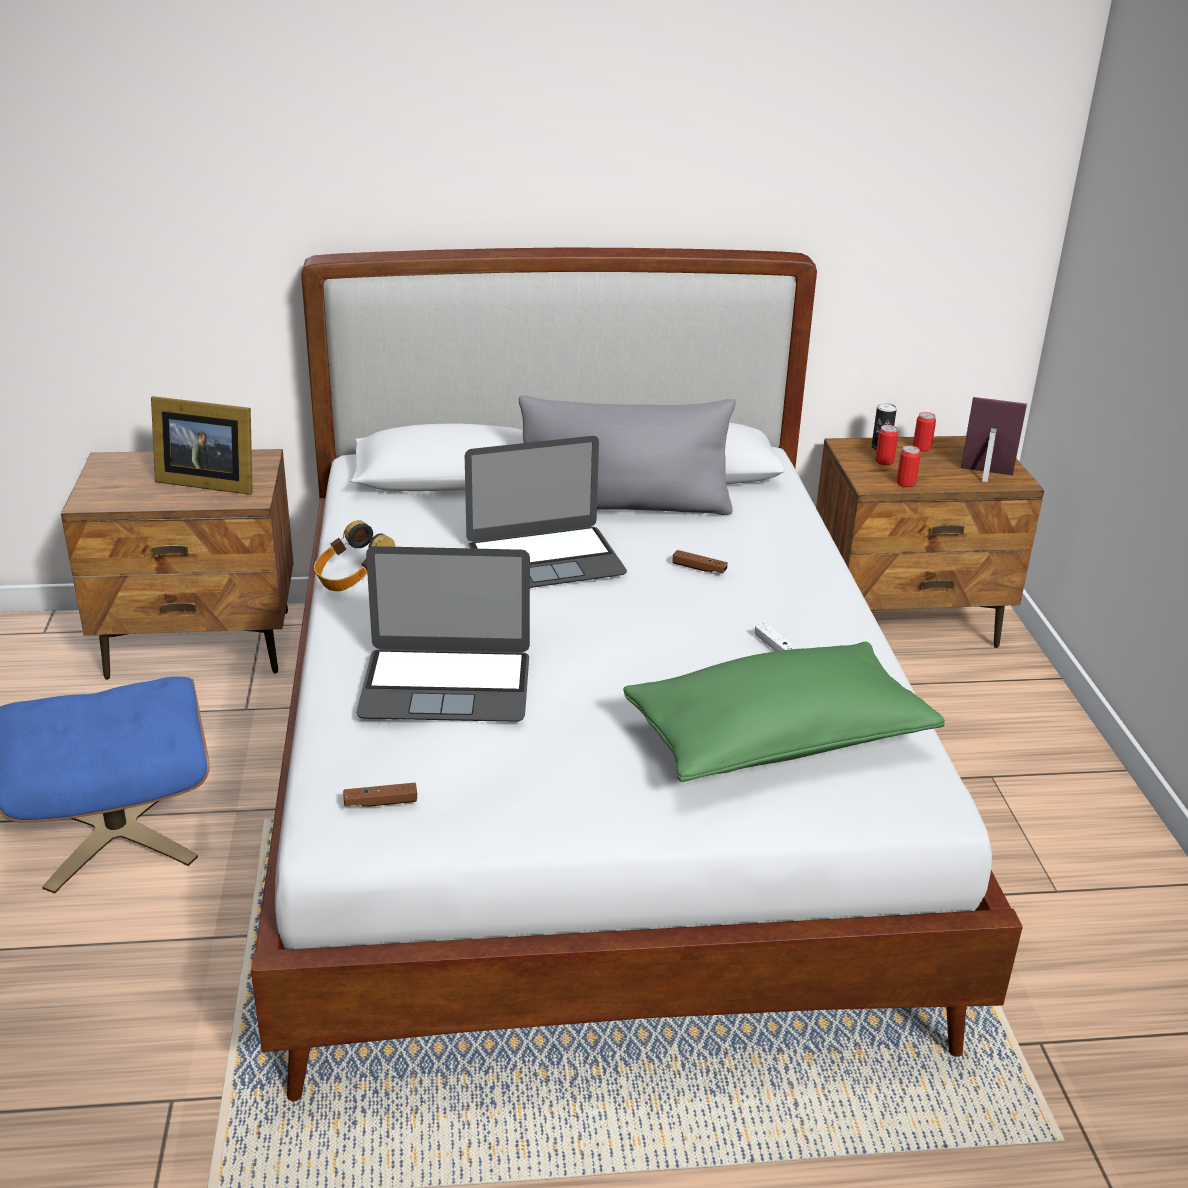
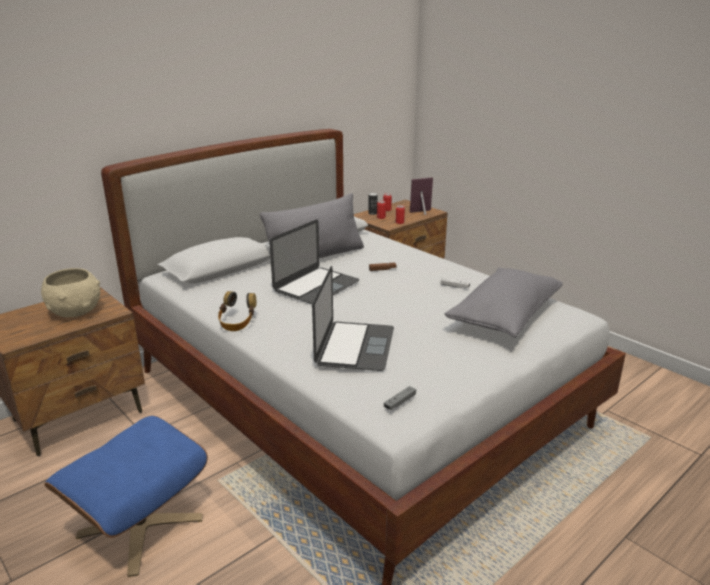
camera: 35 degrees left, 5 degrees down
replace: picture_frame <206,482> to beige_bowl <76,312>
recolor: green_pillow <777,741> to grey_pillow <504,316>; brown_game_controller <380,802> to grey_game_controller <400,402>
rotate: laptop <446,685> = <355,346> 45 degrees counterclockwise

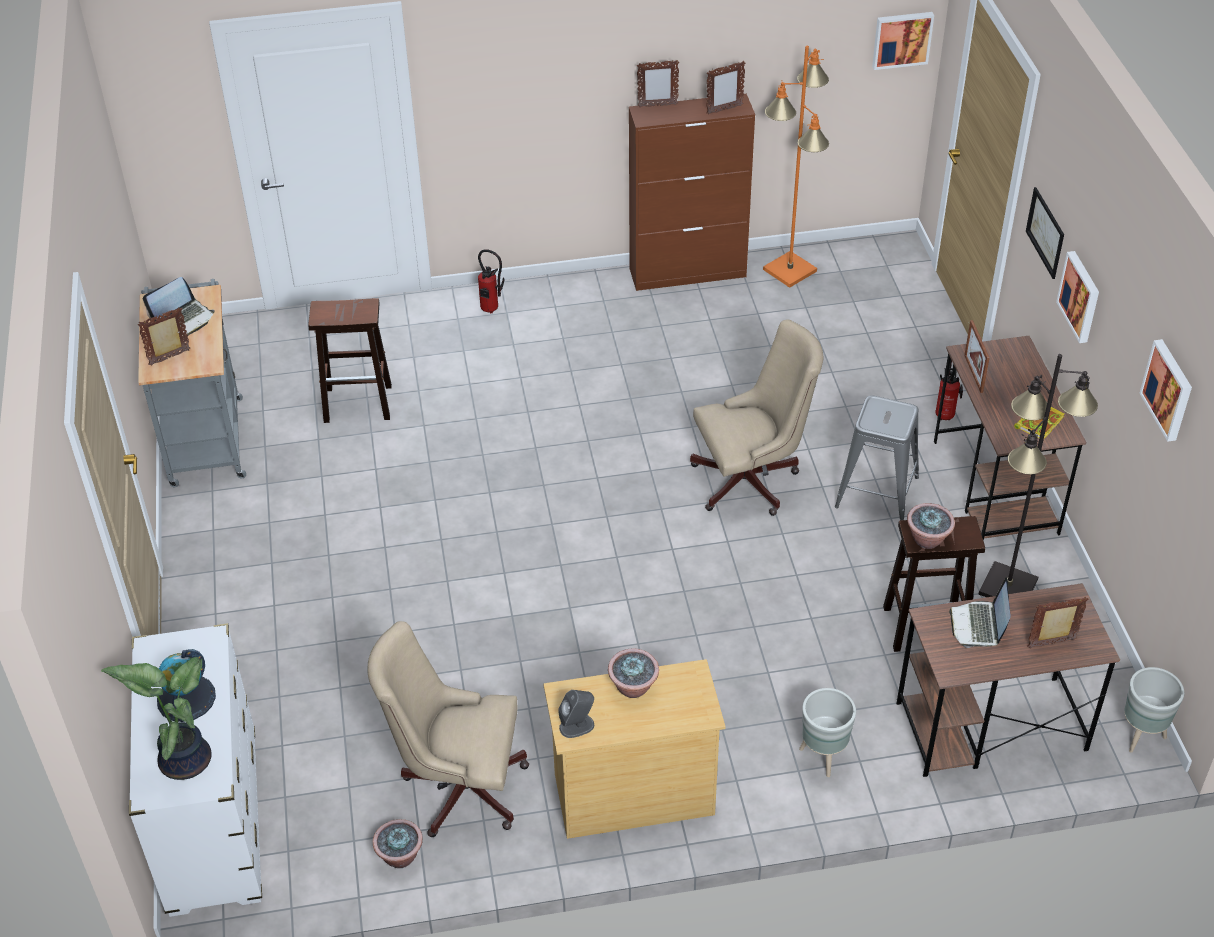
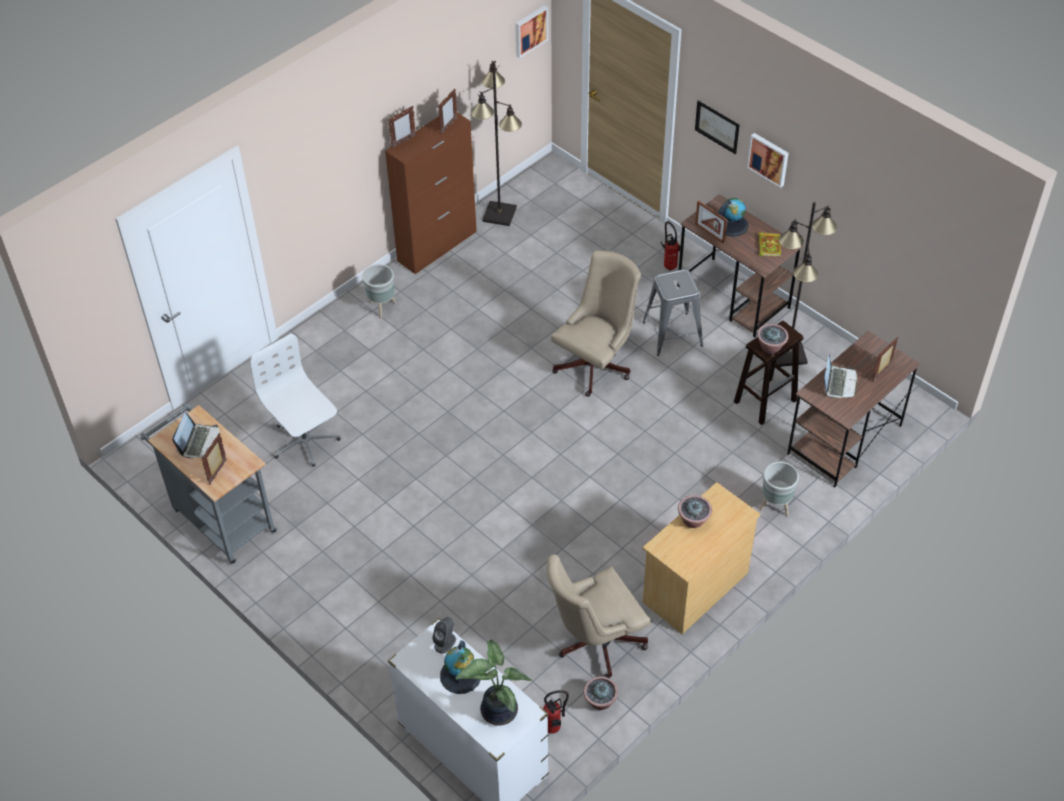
camera: 35 degrees left, 5 degrees up
delete: picture <1169,389>
insert: globe <732,225>
move: fire_extinguisher <491,311> to <555,728>; grey_planter <1141,735> to <382,307>; grey_speaker <577,726> to <445,642>
replace: brown_stool <359,403> to white_office_chair <304,441>
recolor: orange_floor_lamp <790,270> to black_floor_lamp <500,214>
rotate: laptop <978,626> = <838,383> 135 degrees counterclockwise

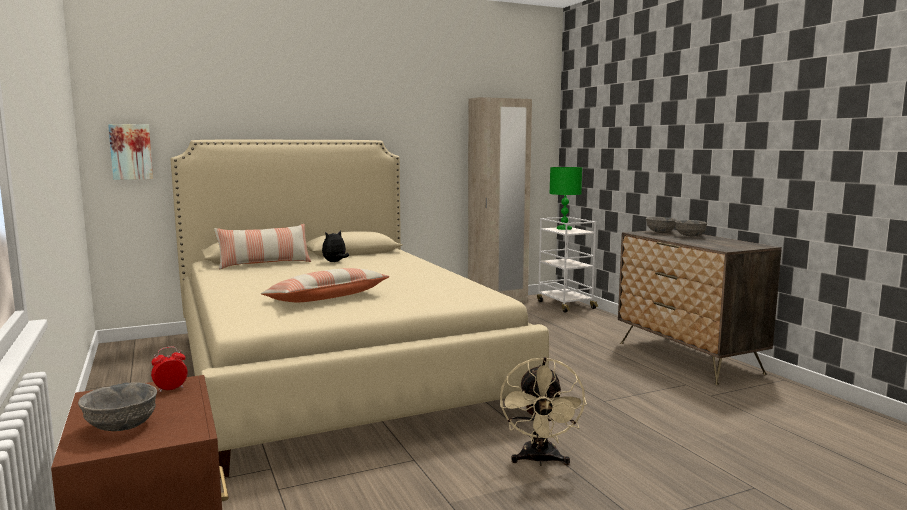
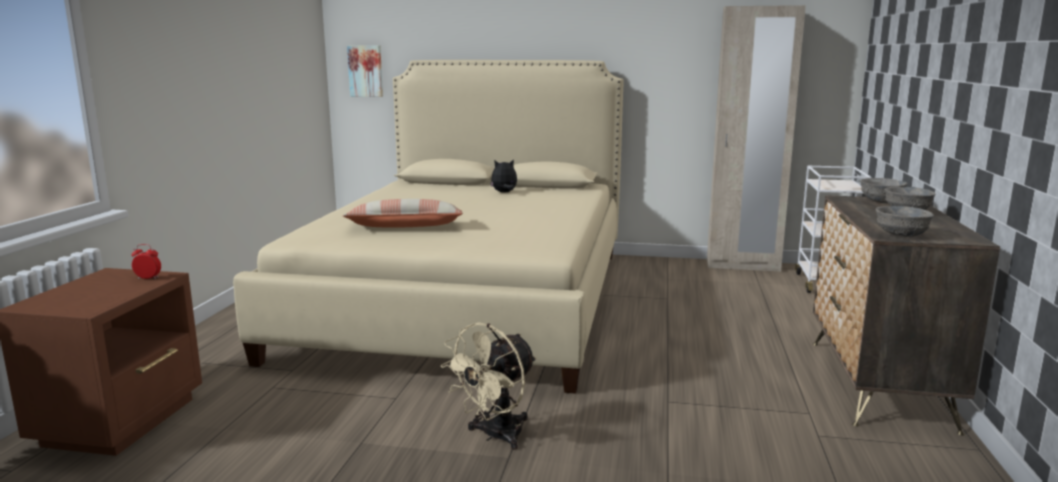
camera: 35 degrees right, 5 degrees up
delete: green_table_lamp <564,228>; pillow <264,264>
move: grey_bowl <121,426> to <900,235>

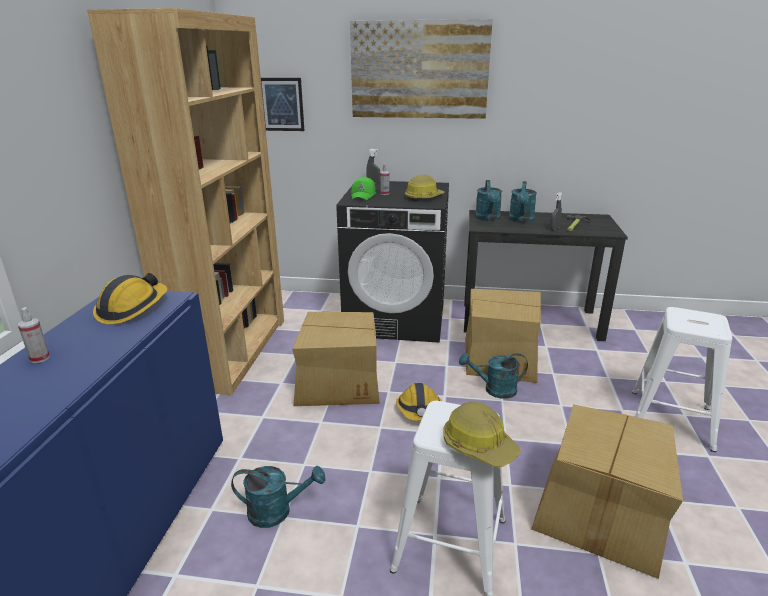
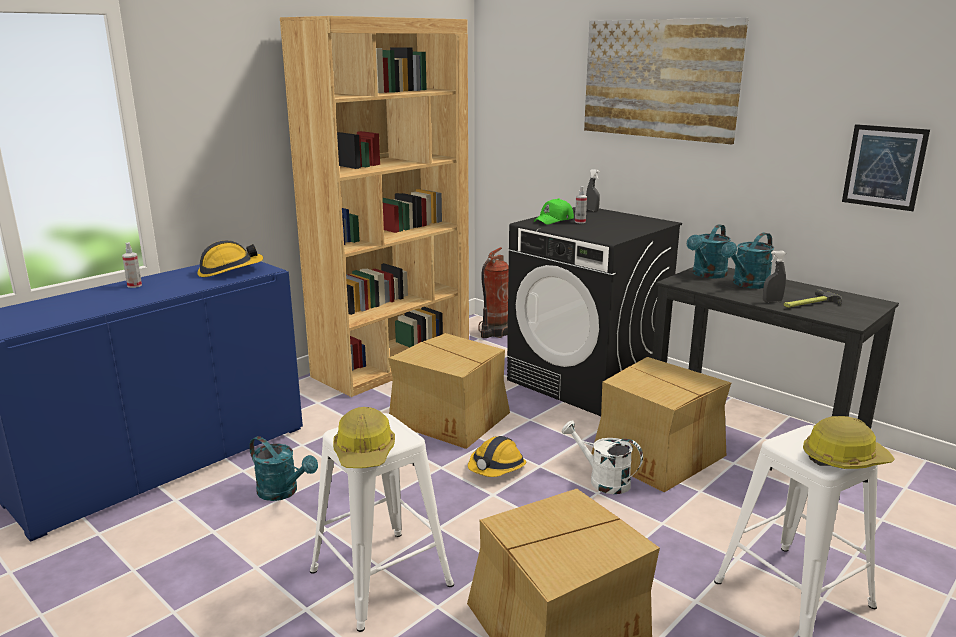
camera: 35 degrees right, 5 degrees down
insert: fire_extinguisher <494,332>
move: picture <281,104> to <884,167>; hard_hat <423,197> to <844,459>
recolor: turquoise_watering_can <494,390> to white_watering_can <602,480>

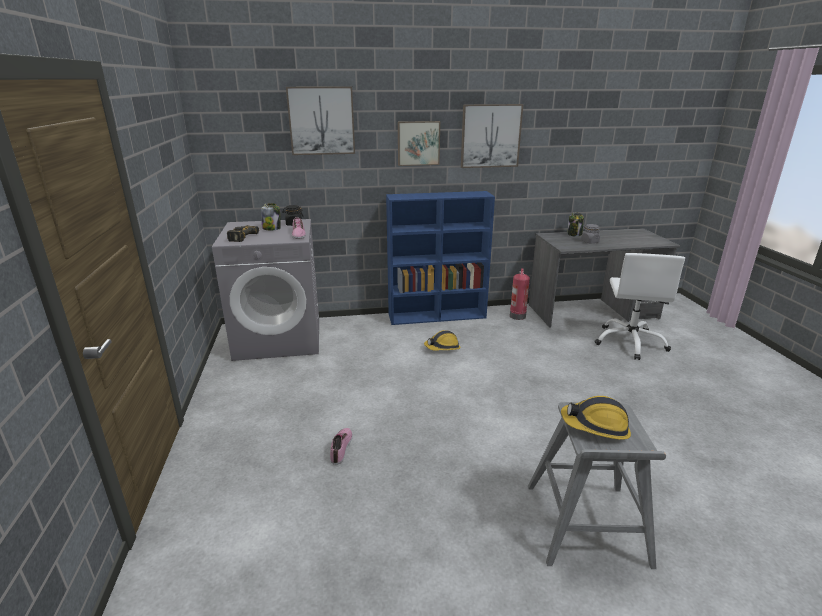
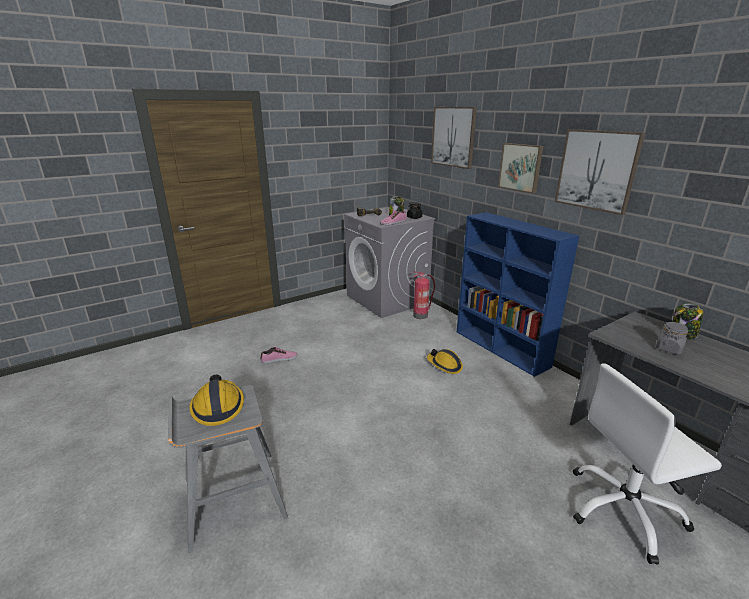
camera: 65 degrees right, 0 degrees up
move: fire_extinguisher <517,316> to <421,315>

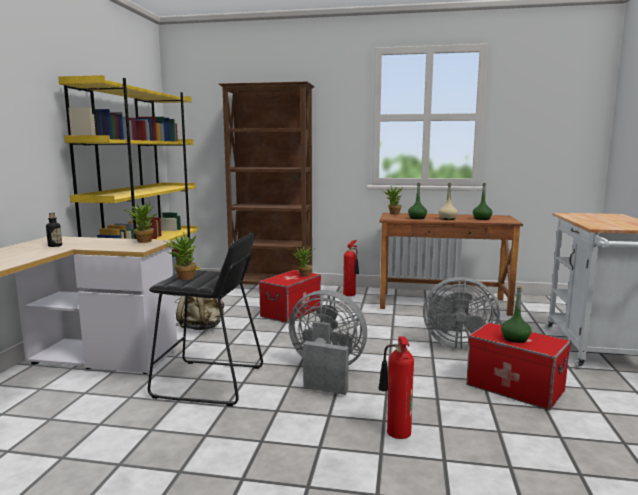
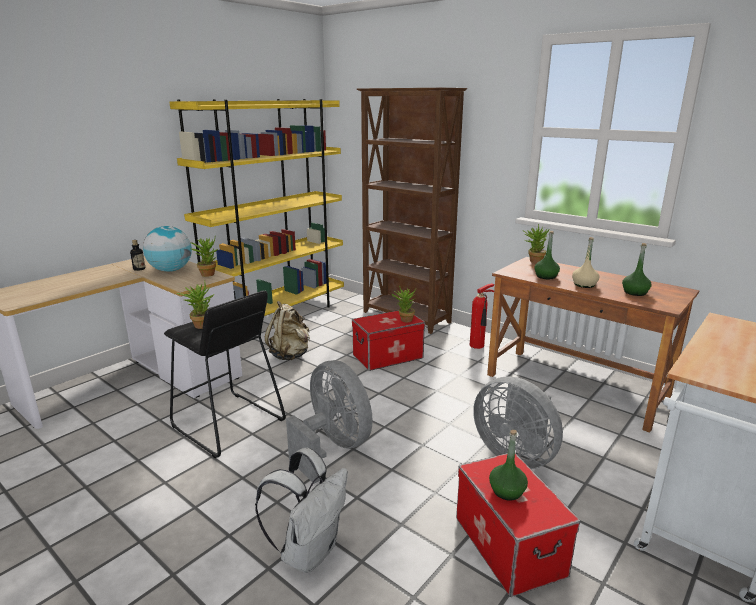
camera: 30 degrees right, 10 degrees up
insert: globe <170,270>
replace: fire_extinguisher <396,433> to white_backpack <309,551>

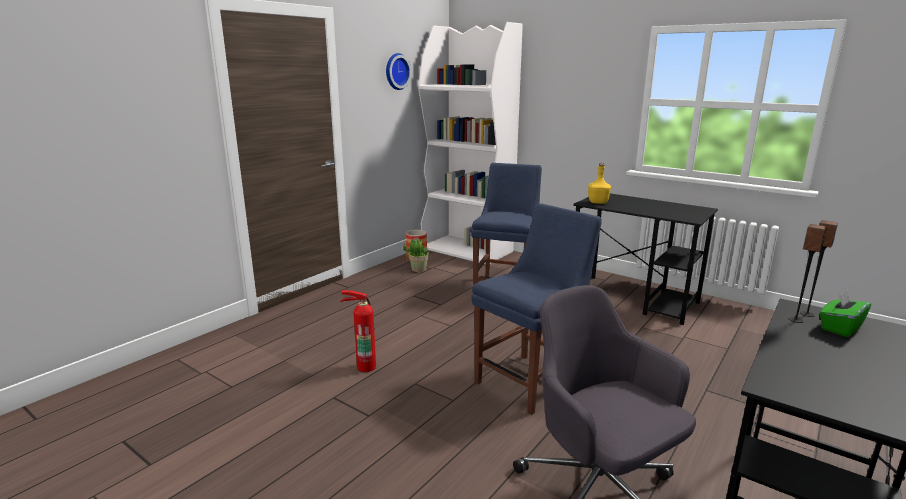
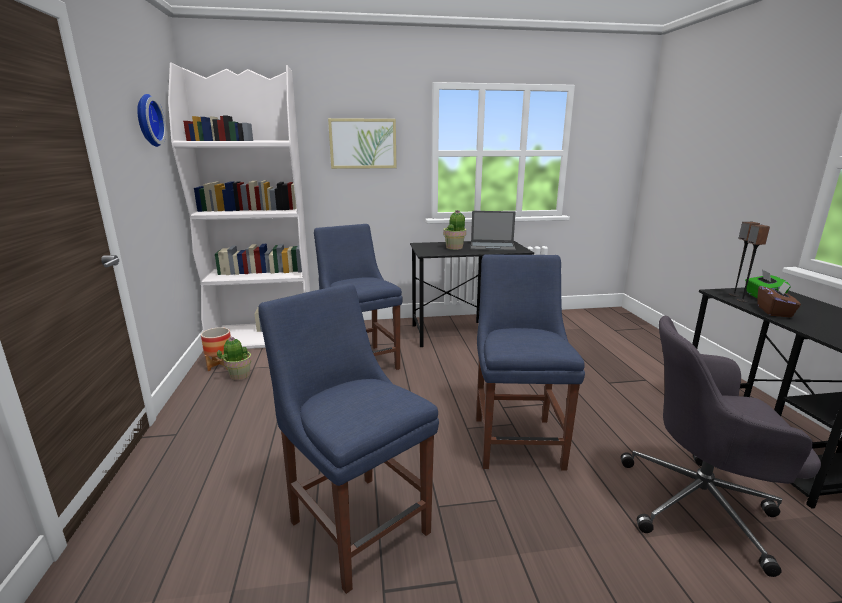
camera: 45 degrees left, 0 degrees up
delete: yellow_bottle <597,202>
insert: picture <363,143>; potted_plant <454,247>; laptop <493,247>; brown_tissue_box <774,312>
replace: fire_extinguisher <365,366> to blue_chair <356,522>

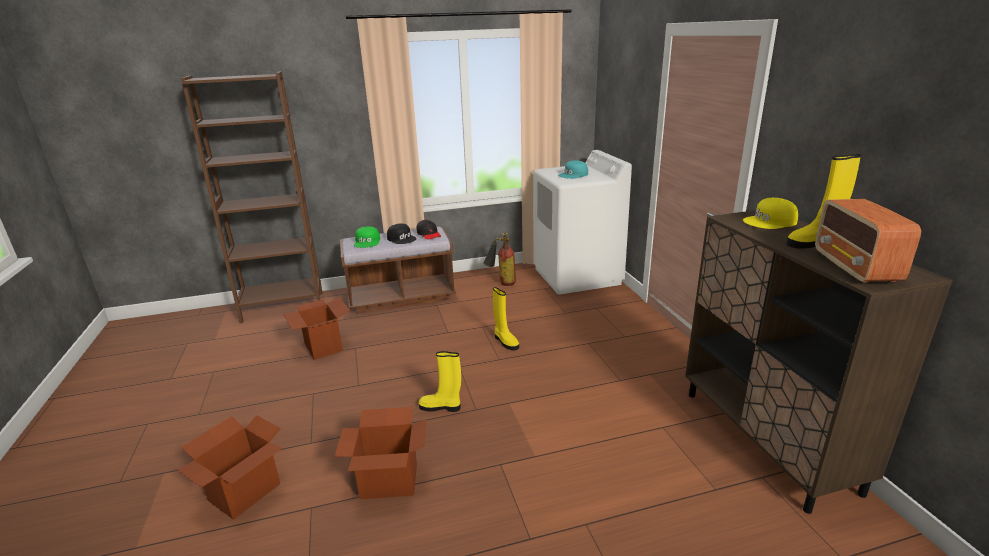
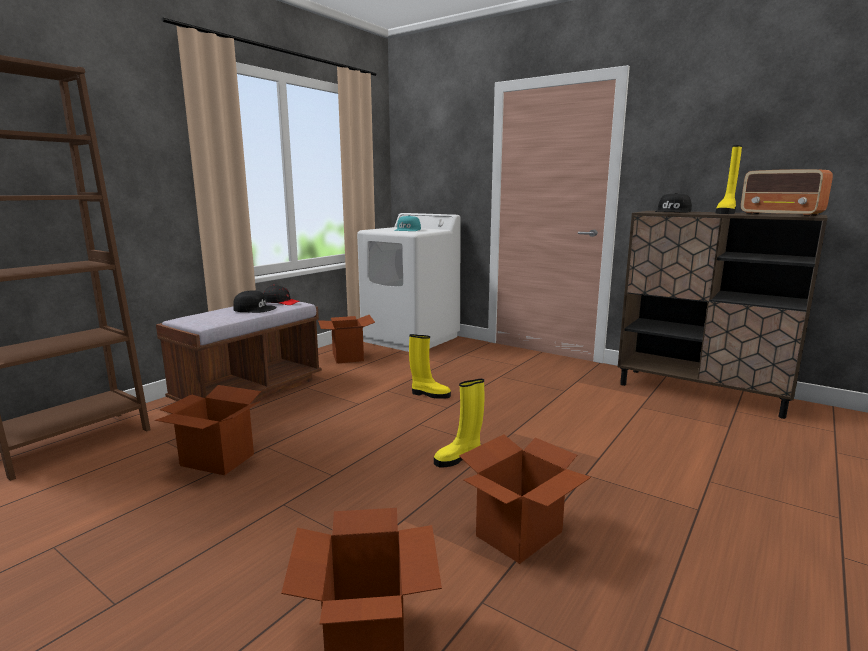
camera: 40 degrees left, 10 degrees down
delete: green_cap <367,242>
replace: fire_extinguisher <501,282> to cardboard_box <347,357>
recolor: yellow_cap <770,222> to black_cap <673,211>

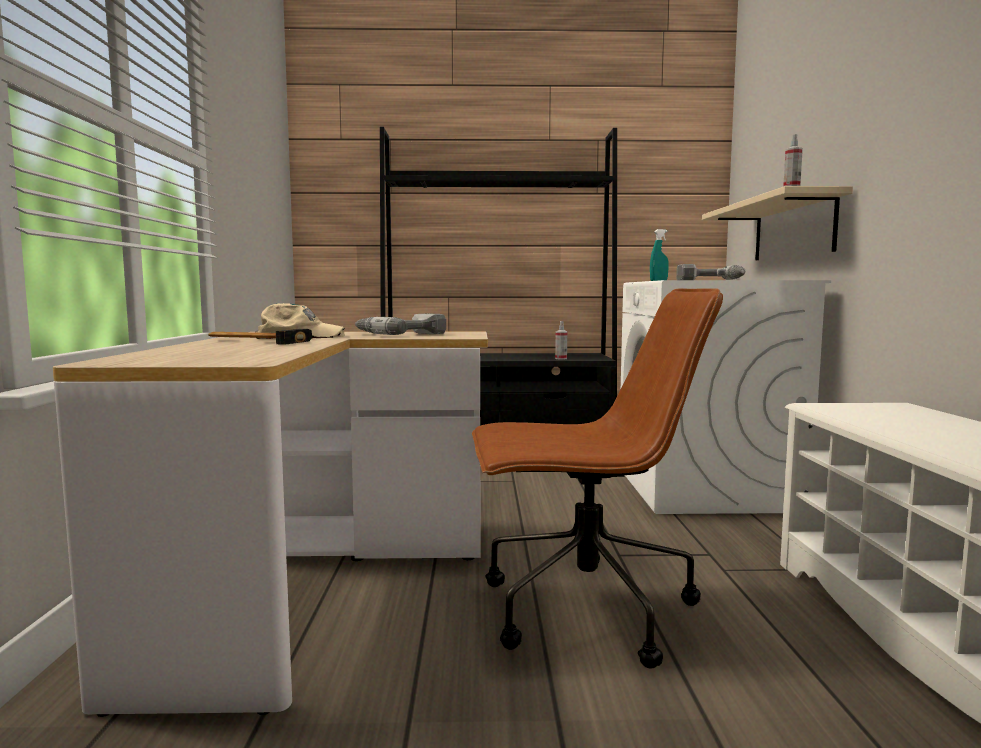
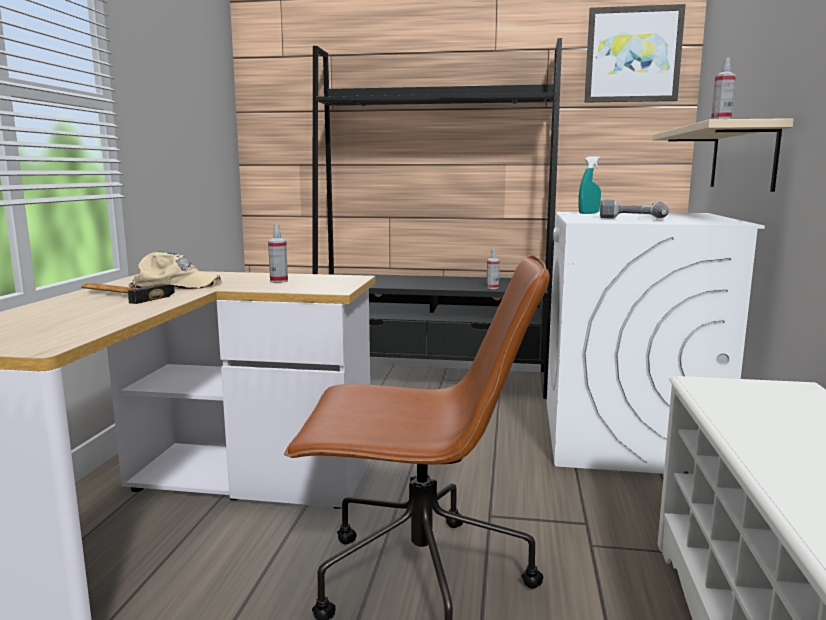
camera: 10 degrees right, 5 degrees up
insert: picture <633,55>
replace: power_drill <400,334> to spray_bottle <279,281>

